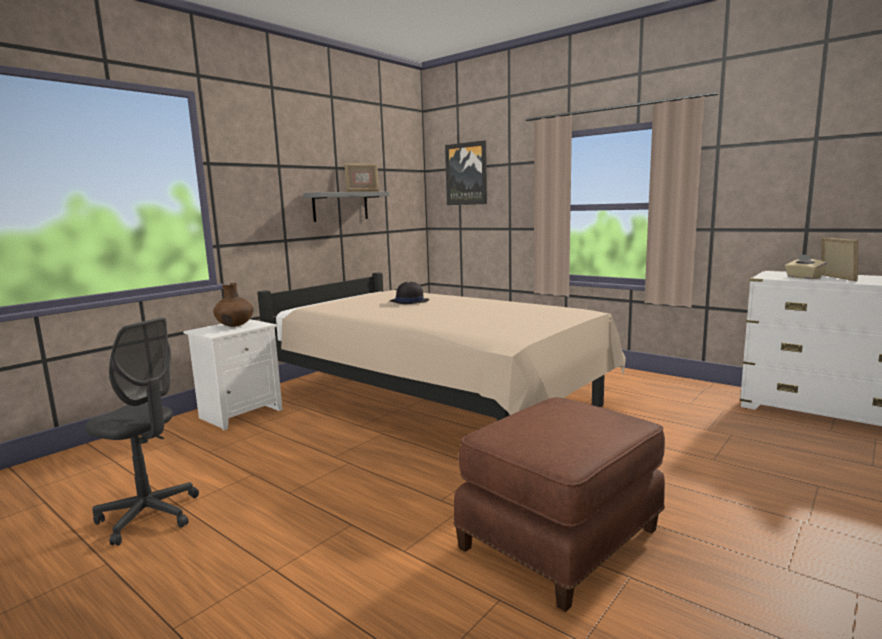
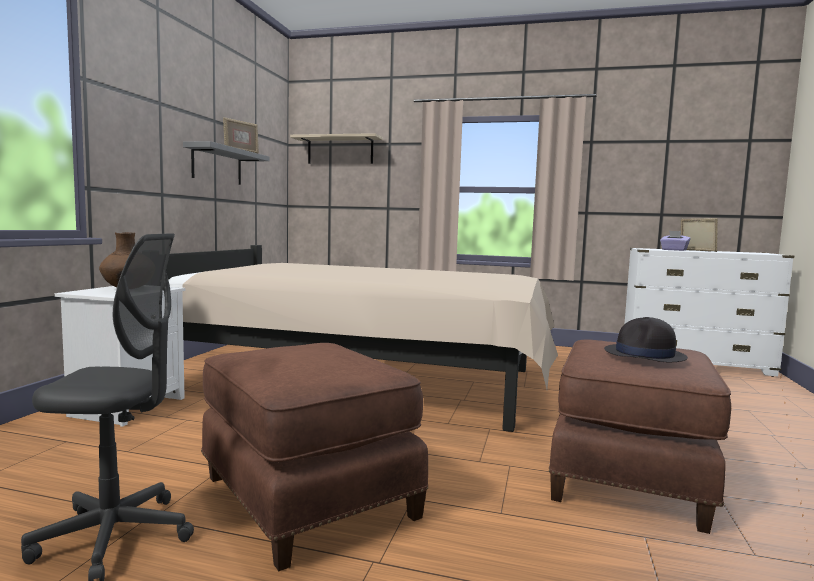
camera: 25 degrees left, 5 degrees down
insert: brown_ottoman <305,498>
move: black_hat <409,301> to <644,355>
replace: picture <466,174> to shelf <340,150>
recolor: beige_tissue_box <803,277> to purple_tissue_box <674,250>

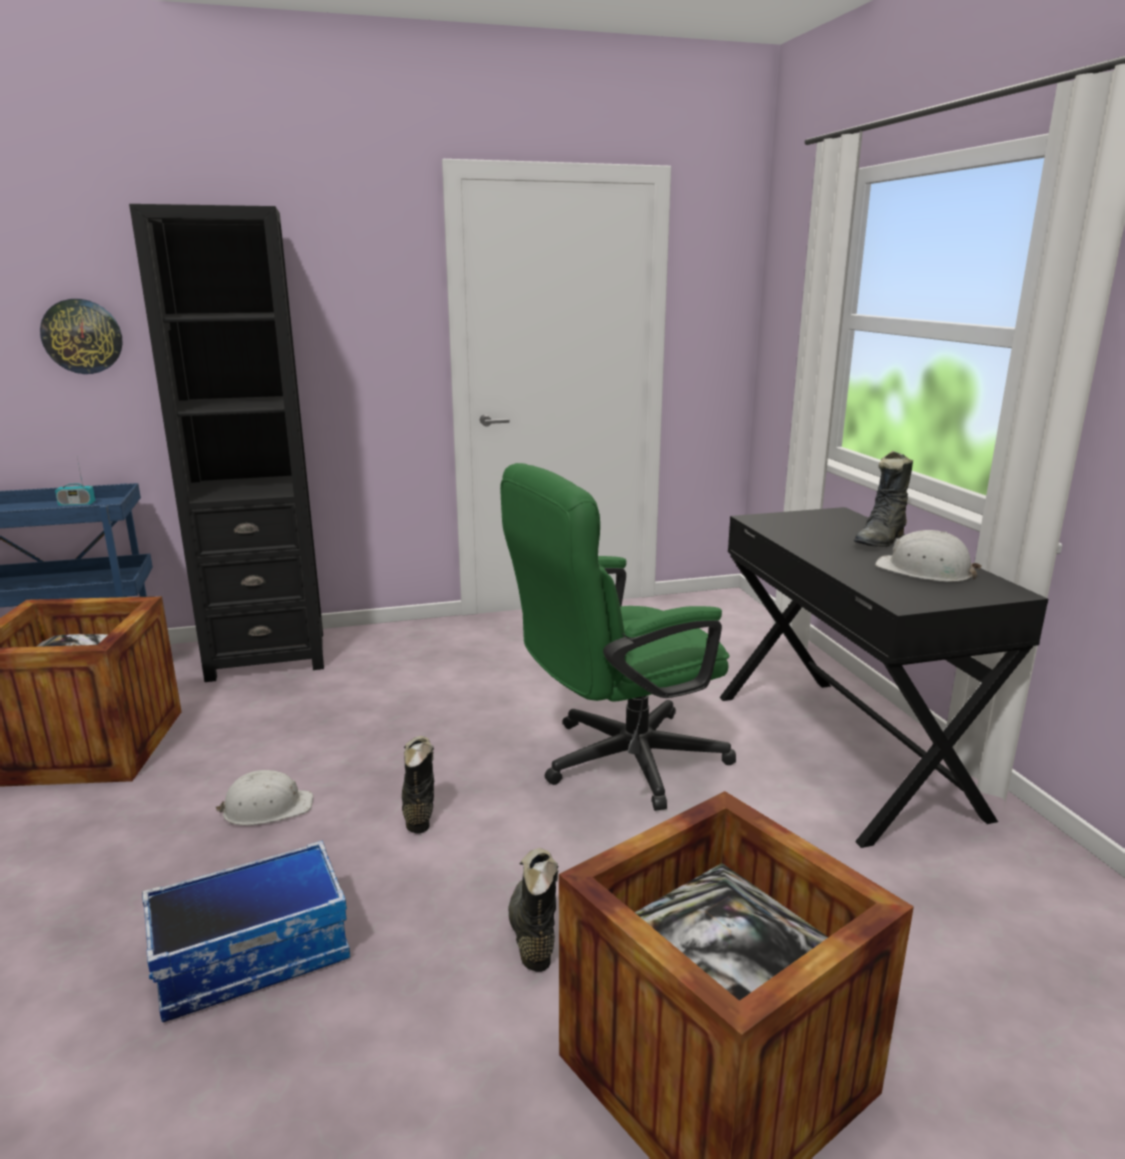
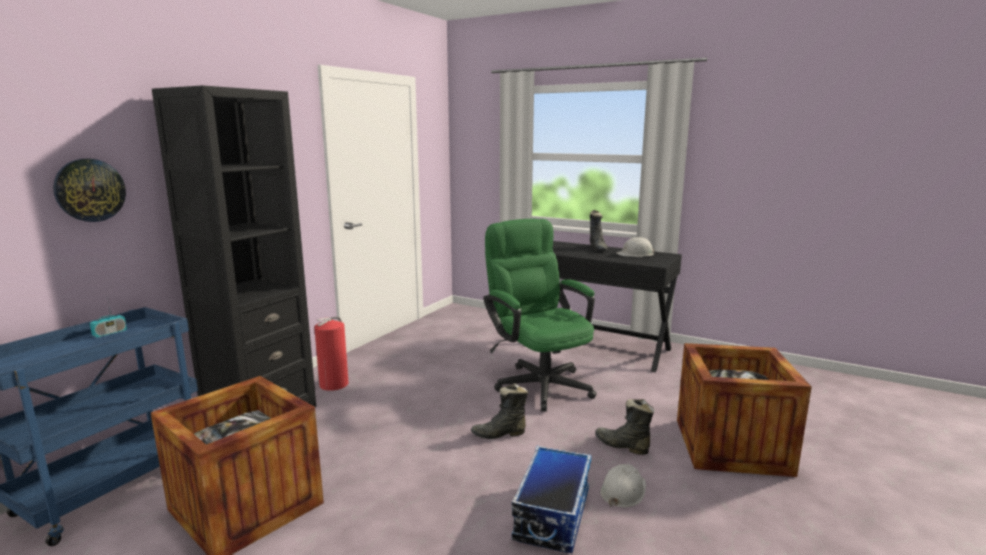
camera: 45 degrees left, 5 degrees down
insert: fire_extinguisher <335,383>
move: white_hard_hat <267,808> to <623,491>
rotate: green_office_chair <616,762> = <538,382> 135 degrees clockwise; black_boot <418,808> = <499,434> 45 degrees counterclockwise

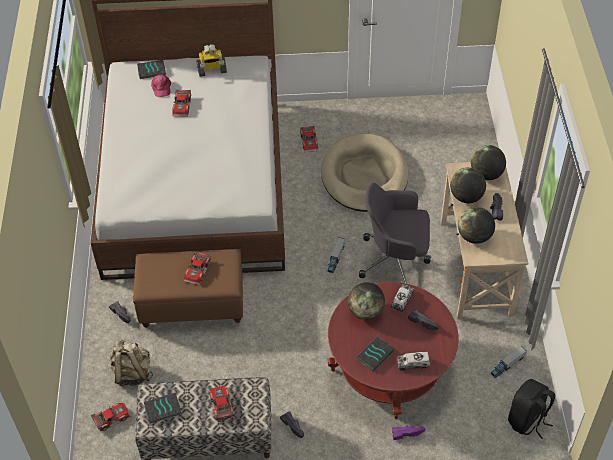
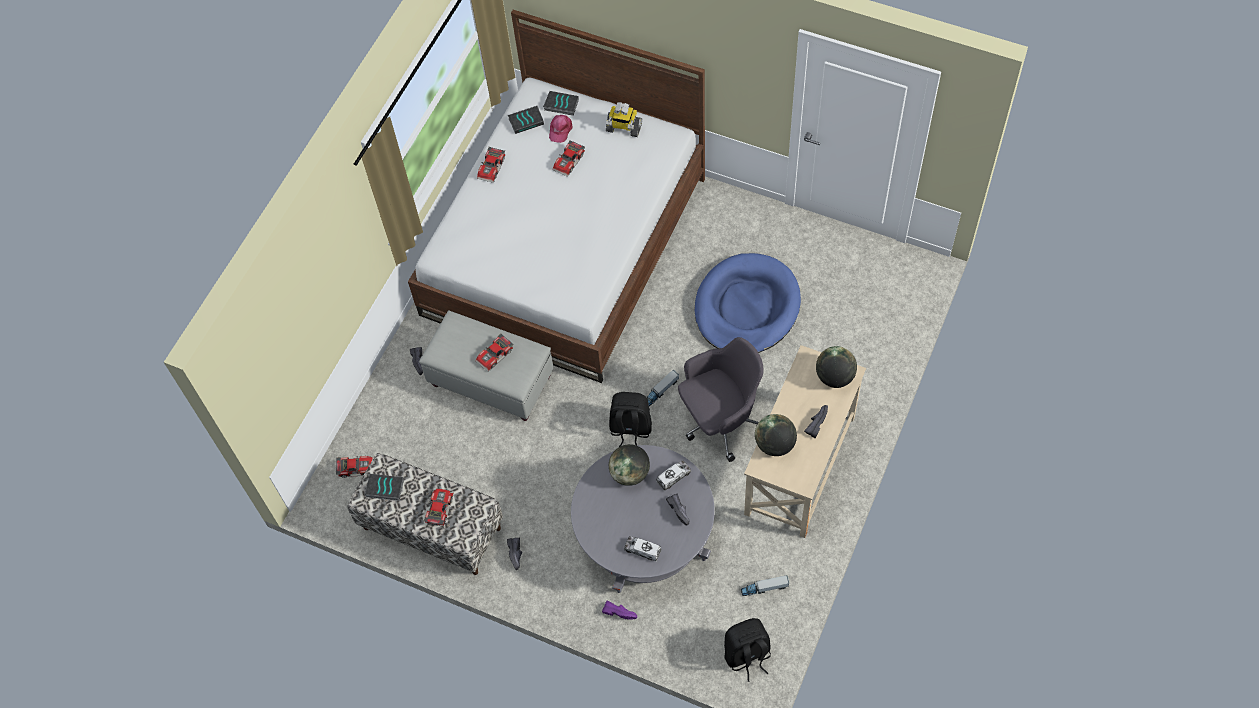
camera: 30 degrees right, 10 degrees up
delete: globe <466,197>; beige_backpack <132,373>
insert: black_backpack <630,429>
move: toy_car <310,141> to <492,168>; book <374,354> to <526,121>
recolor: beige_dog_bed <364,176> to blue_dog_bed <746,307>; brown_ottoman <193,304> to grey_ottoman <492,381>; red_coffee_table <390,367> to grey_coffee_table <644,536>
rotate: grey_office_chair <395,260> = <720,421> 120 degrees clockwise

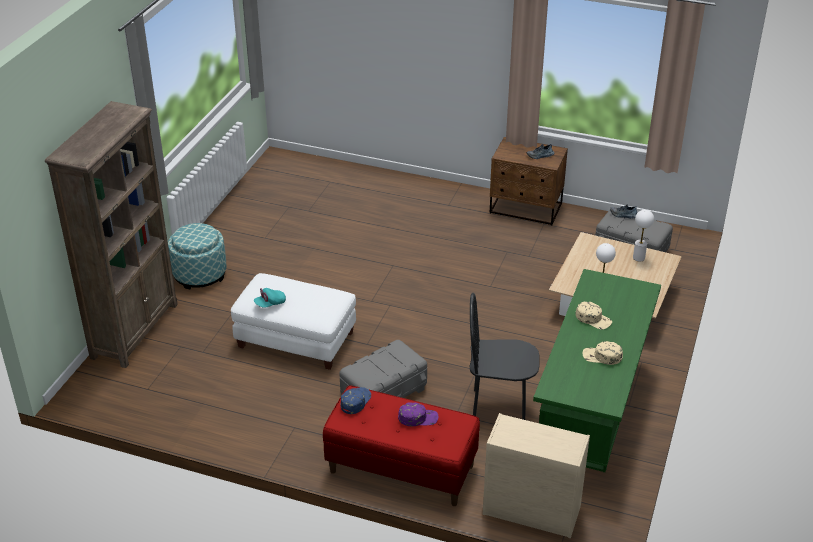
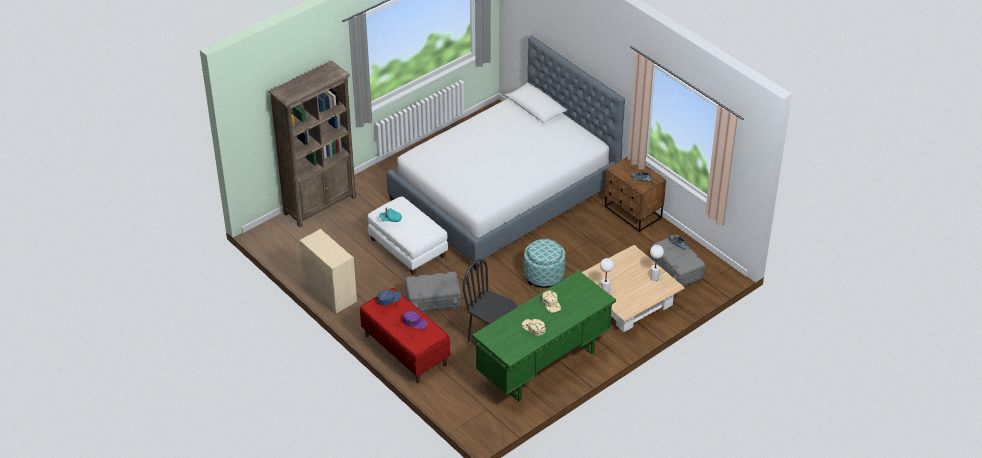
camera: 30 degrees right, 5 degrees up
insert: bed <504,194>
move: ottoman <200,274> to <544,276>; beige_dresser <530,510> to <329,292>

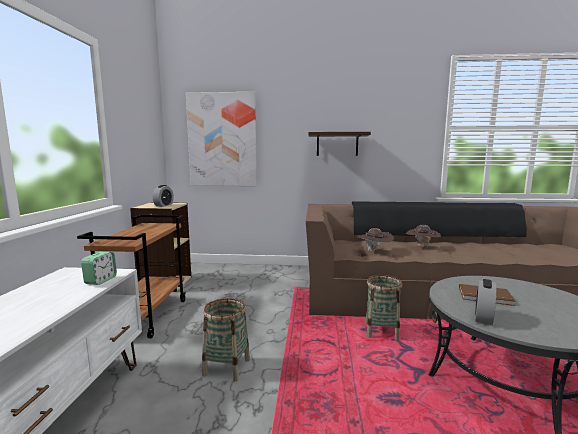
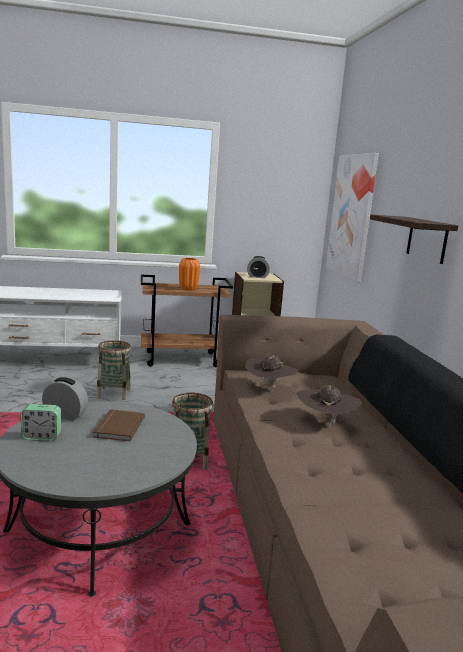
camera: 75 degrees right, 5 degrees up
insert: orange_vase <188,289>
move: alarm_clock <100,280> to <41,437>

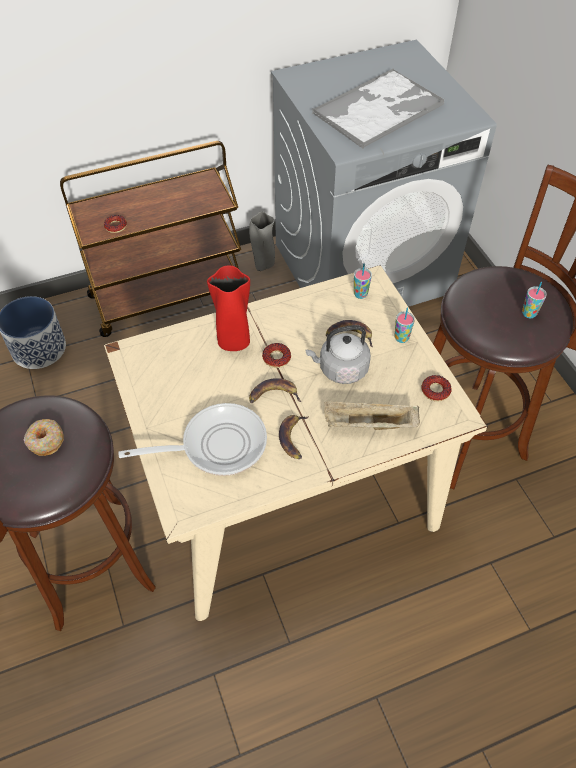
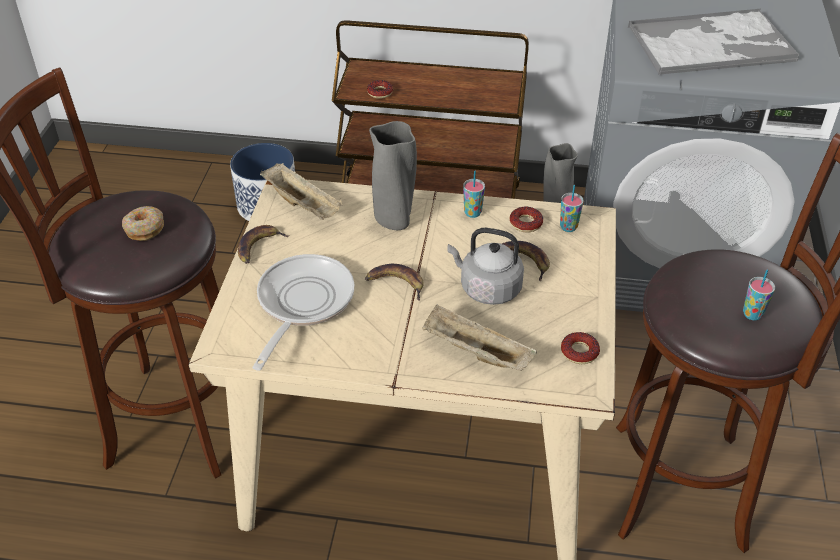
camera: 30 degrees right, 10 degrees down
insert: beige_tray <303,205>
move: cup <401,338> to <472,213>; donut <276,358> to <525,223>; banana <293,438> to <259,247>
recolor: red_vase <234,342> to grey_vase <395,221>
rotate: frying_pan <216,445> = <302,304> 90 degrees counterclockwise

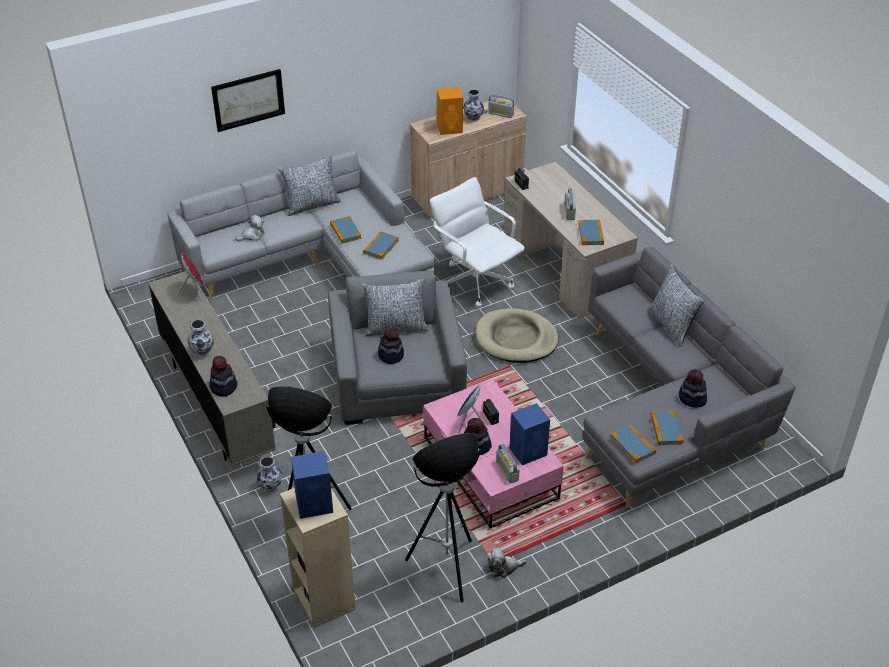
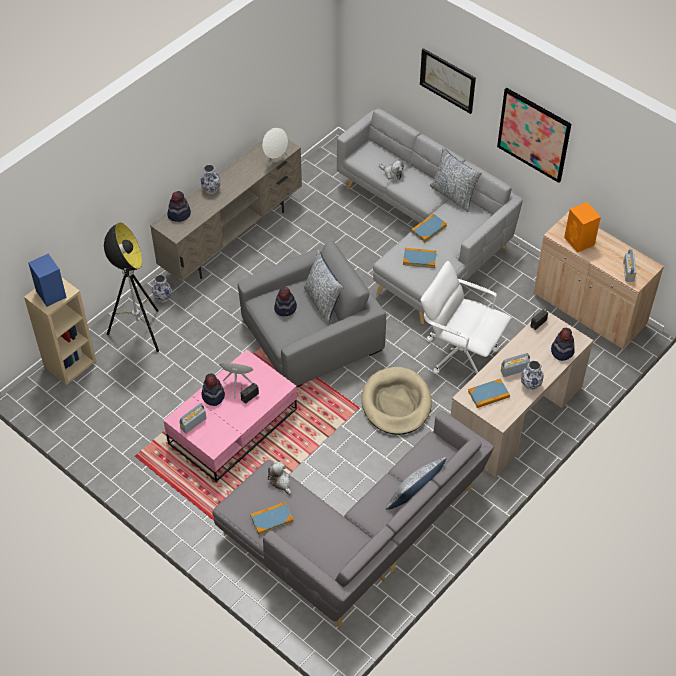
camera: 70 degrees right, 10 degrees up
delete: blue_speaker <529,451>; book <632,445>; floor_lamp <446,569>
insert: picture <534,134>
move: vase <473,118> to <531,384>; hat <692,399> to <562,351>; plush_toy <504,568> to <280,482>
recolor: red_speaker <194,292> to white_speaker <275,160>
rotate: white_office_chair <475,282> = <460,352> 90 degrees counterclockwise

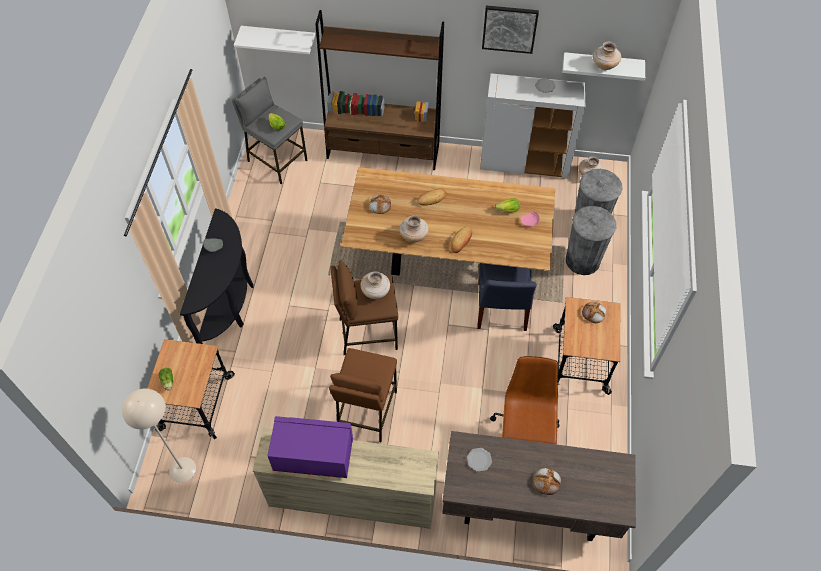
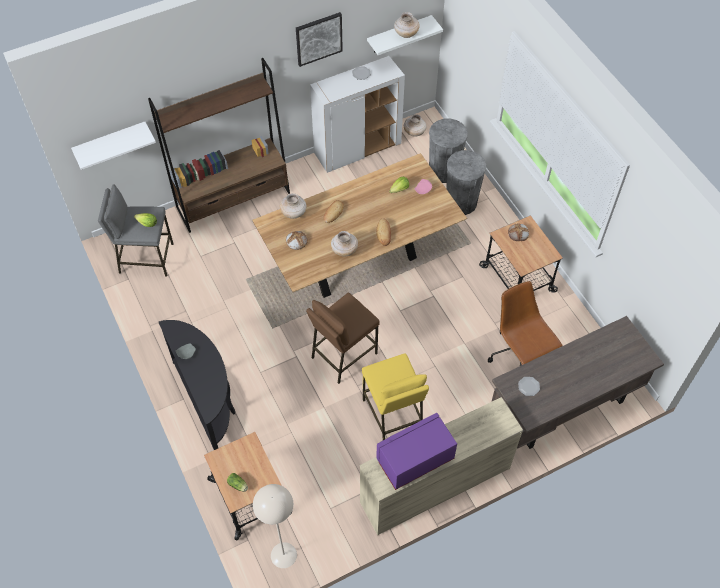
camera: 35 degrees left, 0 degrees up
delete: blue_chair <501,309>; bread <547,481>
move: beige_vase <375,292> to <294,213>
recolor: brown_stool <366,411> to yellow_stool <392,415>

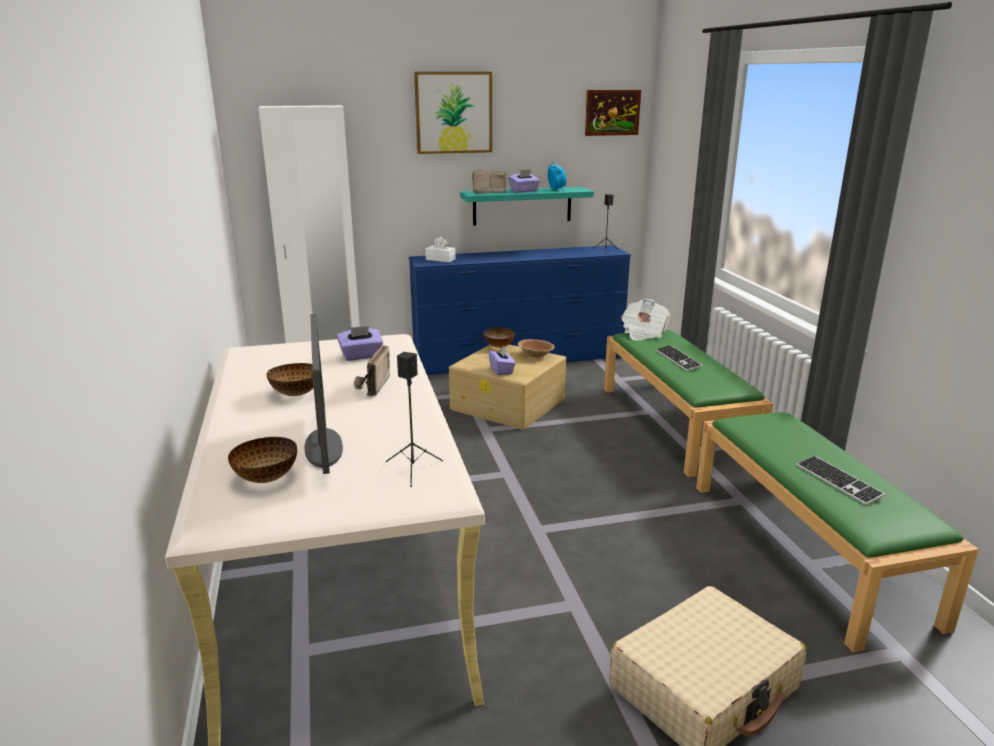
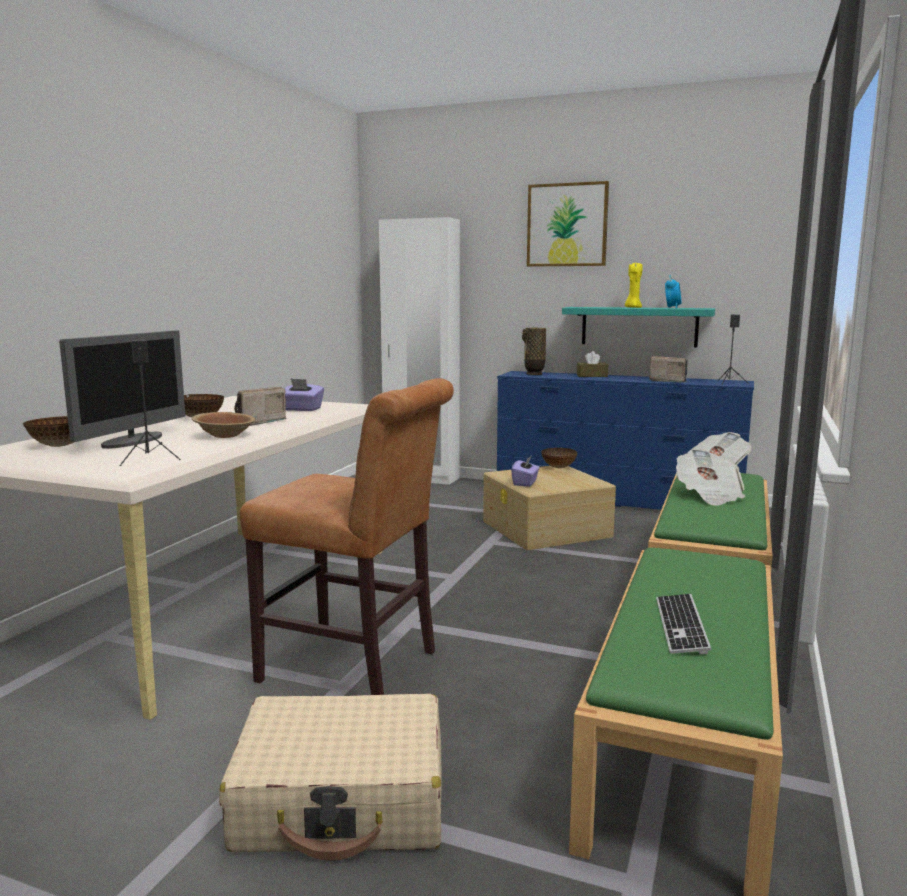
camera: 35 degrees right, 10 degrees down
delete: picture <612,112>
insert: brown_tissue_box <592,376>; brown_chair <357,669>
move: radio <488,192> to <668,381>; brown_bowl <535,355> to <224,436>
replace: purple_tissue_box <524,191> to yellow_candle <632,307>; white_tissue_box <440,259> to vase <534,374>; keyboard <678,359> to newspaper <708,495>

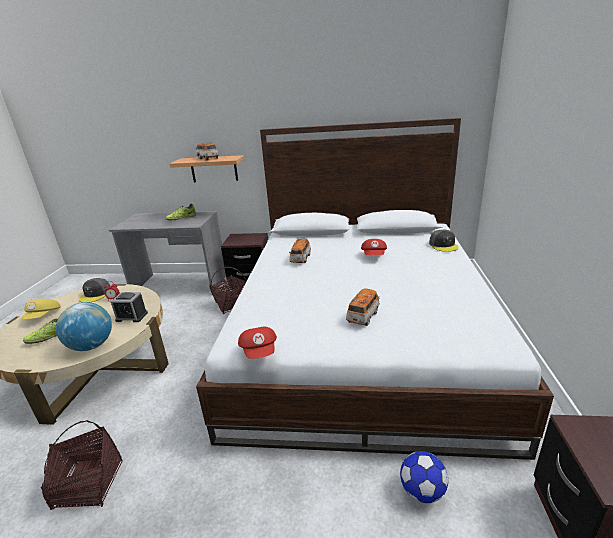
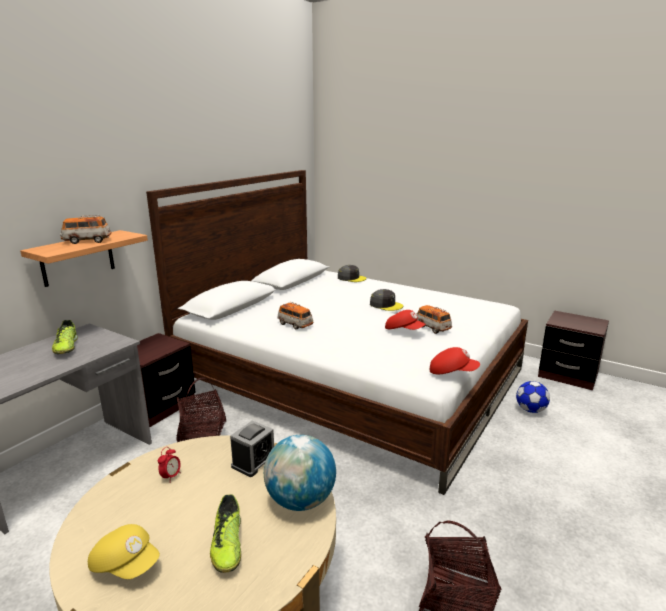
camera: 65 degrees left, 5 degrees down
move: red_cap <374,255> to <404,330>; grey_cap <96,294> to <386,305>

